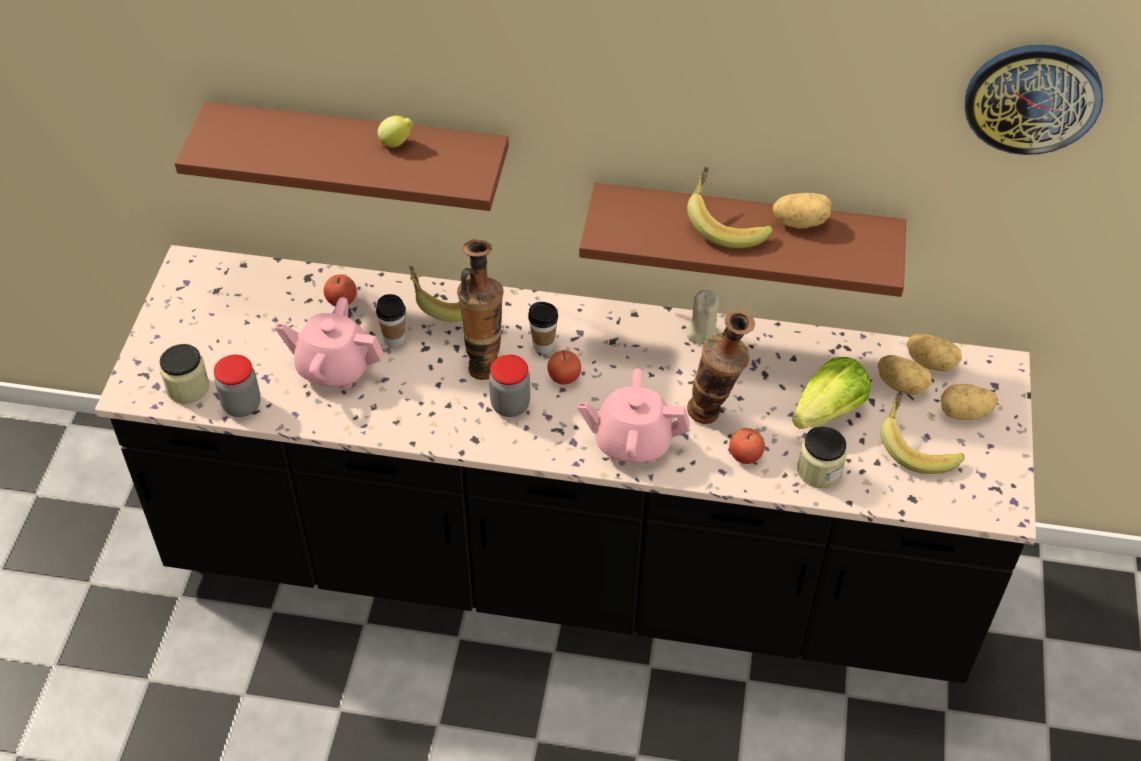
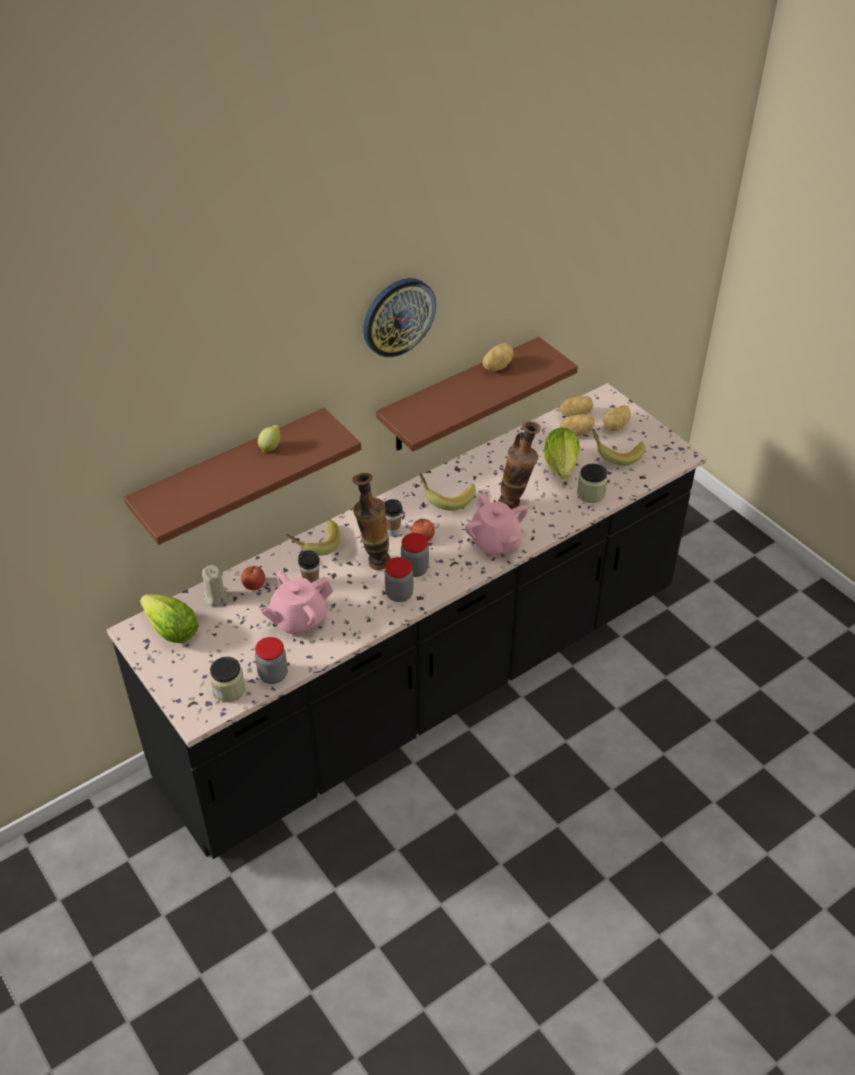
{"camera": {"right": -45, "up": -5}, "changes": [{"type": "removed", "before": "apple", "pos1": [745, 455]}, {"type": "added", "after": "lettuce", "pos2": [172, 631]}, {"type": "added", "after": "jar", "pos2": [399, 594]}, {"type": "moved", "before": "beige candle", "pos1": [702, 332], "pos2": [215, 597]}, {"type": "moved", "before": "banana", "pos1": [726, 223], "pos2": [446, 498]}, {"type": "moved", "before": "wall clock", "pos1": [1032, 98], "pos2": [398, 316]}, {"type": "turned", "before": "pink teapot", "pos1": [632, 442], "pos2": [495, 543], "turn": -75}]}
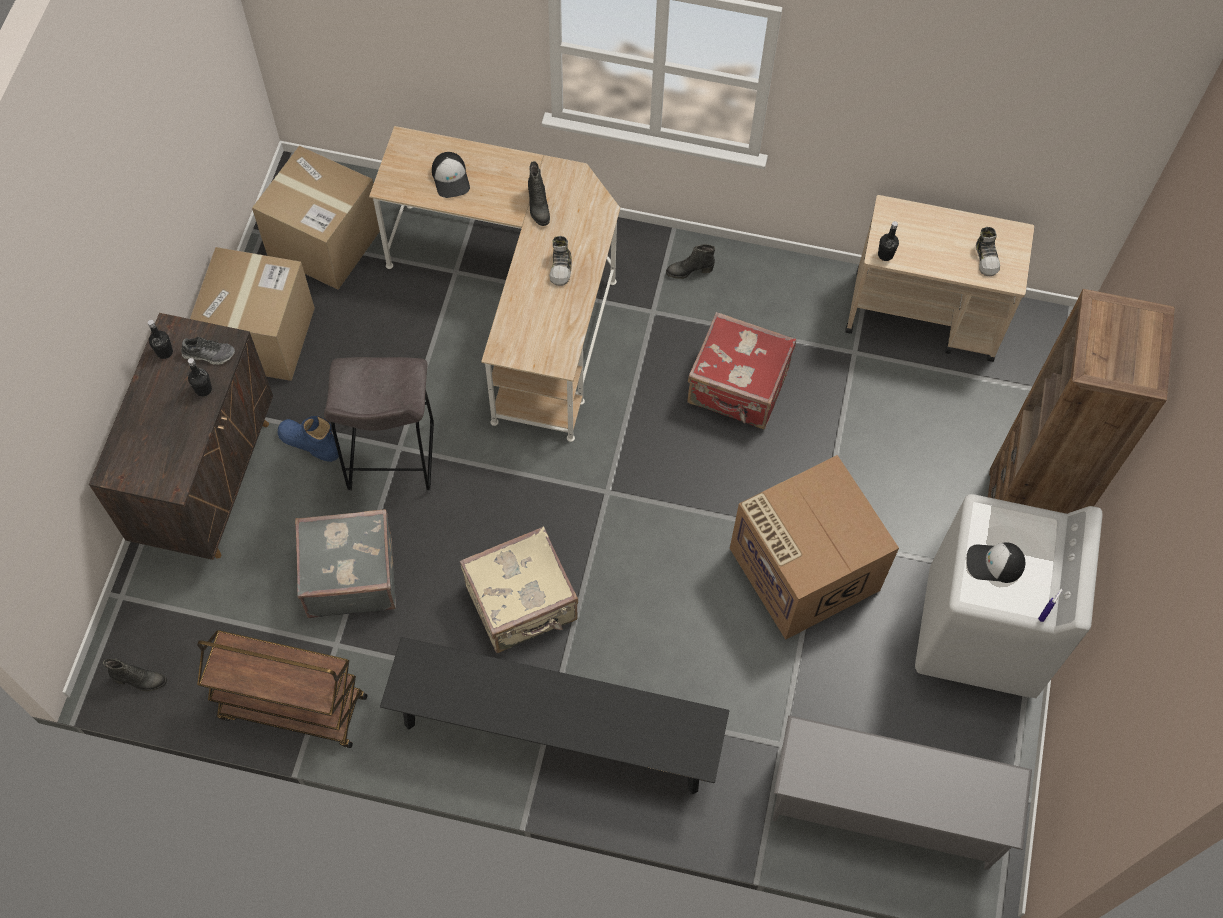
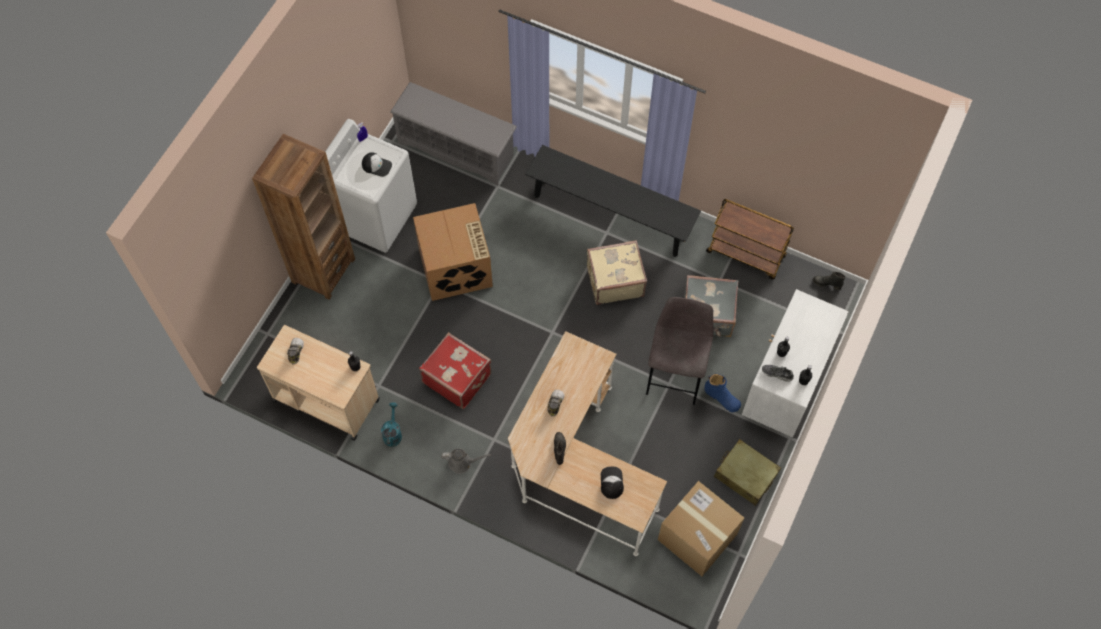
{"camera": {"right": -165, "up": 0}, "changes": [{"type": "added", "after": "turquoise watering can", "pos2": [392, 433]}, {"type": "replaced", "before": "cardboard box", "after": "beige suitcase", "pos1": [261, 336], "pos2": [745, 475]}, {"type": "replaced", "before": "black boot", "after": "grey watering can", "pos1": [689, 271], "pos2": [462, 463]}, {"type": "recoloured", "before": "brown cabinet", "after": "white cabinet", "pos1": [208, 479], "pos2": [784, 388]}]}
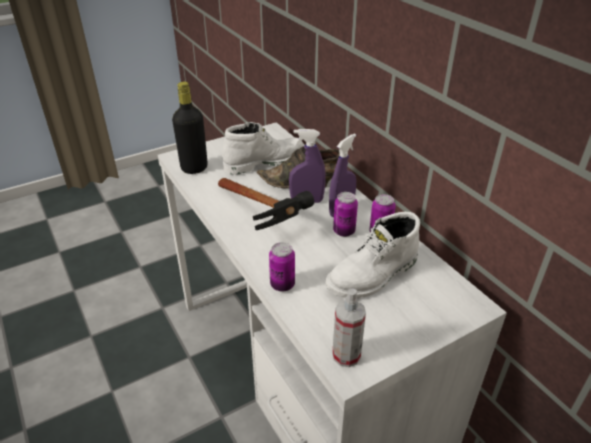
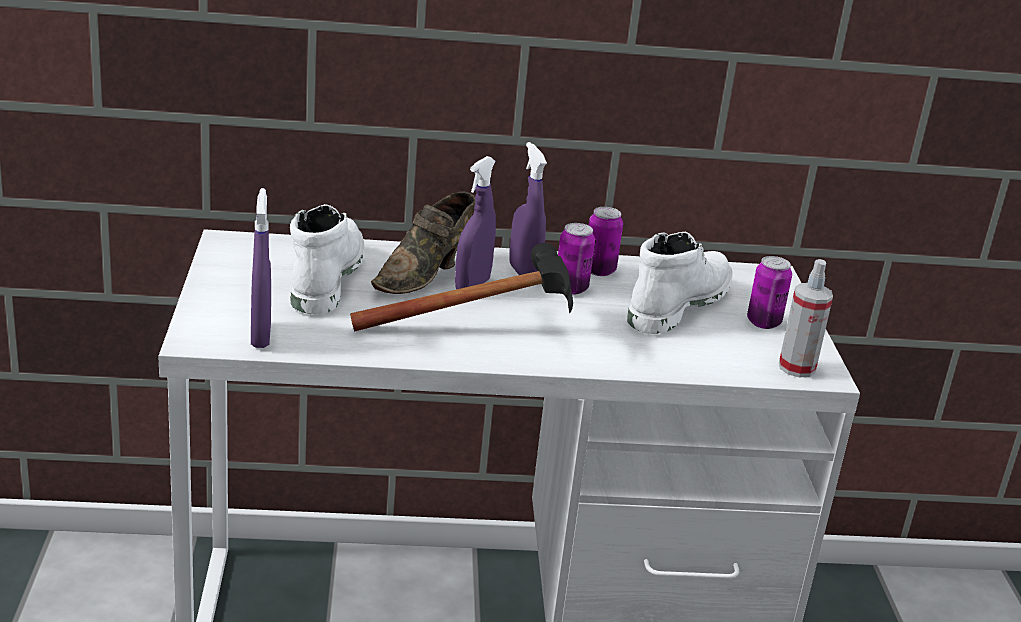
{"camera": {"right": -65, "up": -10}, "changes": [{"type": "moved", "before": "can", "pos1": [282, 285], "pos2": [763, 322]}, {"type": "replaced", "before": "black bottle", "after": "purple spray bottle", "pos1": [194, 168], "pos2": [261, 335]}, {"type": "turned", "before": "white boot", "pos1": [374, 275], "pos2": [676, 304], "turn": -135}]}
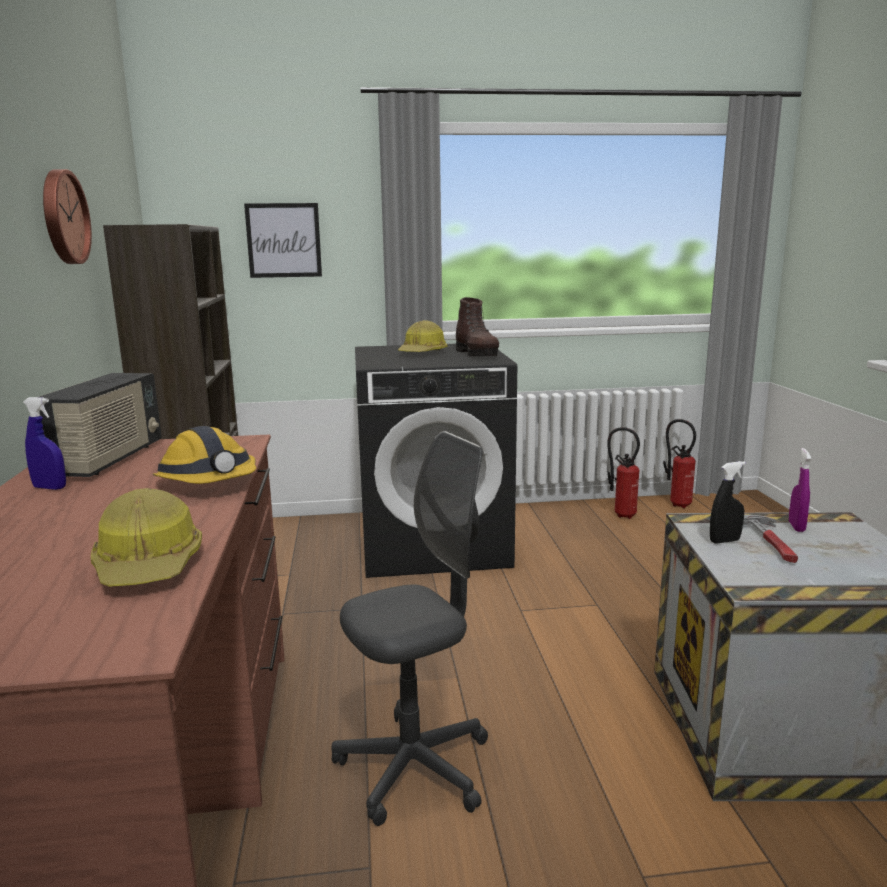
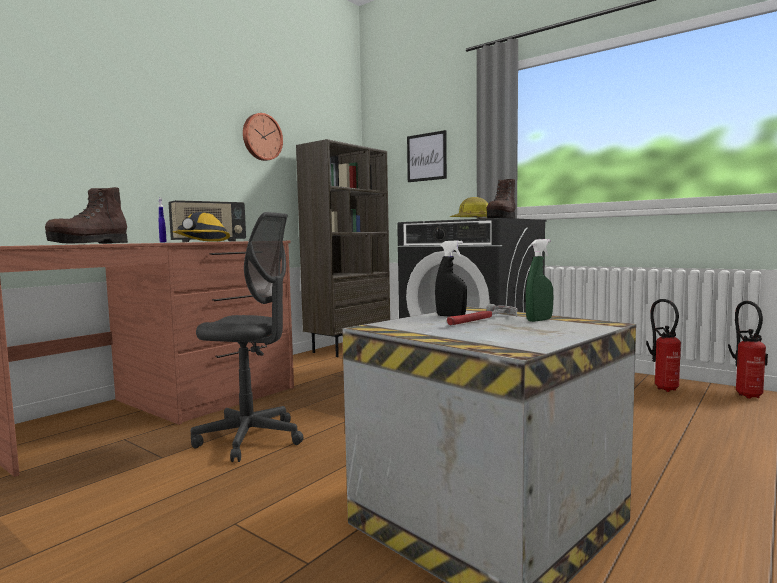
{"camera": {"right": 45, "up": -10}, "changes": [{"type": "replaced", "before": "hard hat", "after": "brown boot", "pos1": [149, 565], "pos2": [89, 243]}, {"type": "recoloured", "before": "purple spray bottle", "after": "green spray bottle", "pos1": [796, 527], "pos2": [539, 320]}]}
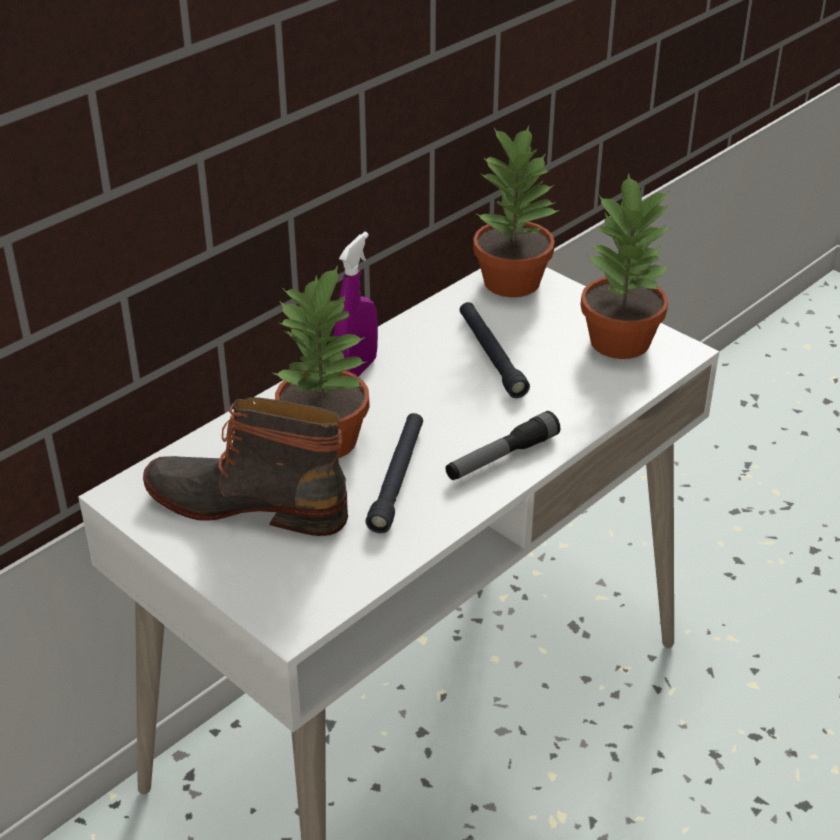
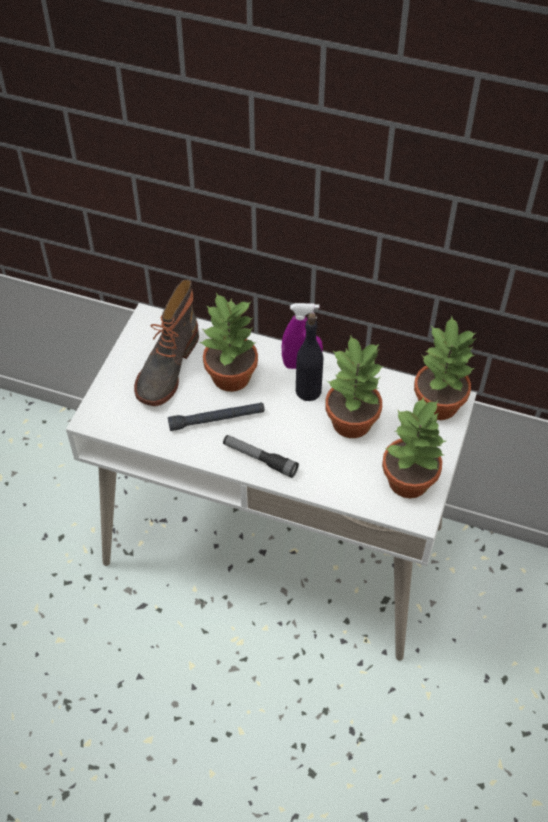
{"camera": {"right": 65, "up": 15}, "changes": [{"type": "added", "after": "black bottle", "pos2": [308, 390]}, {"type": "replaced", "before": "black flashlight", "after": "potted plant", "pos1": [491, 356], "pos2": [352, 421]}, {"type": "turned", "before": "boot", "pos1": [249, 502], "pos2": [166, 367], "turn": -150}]}
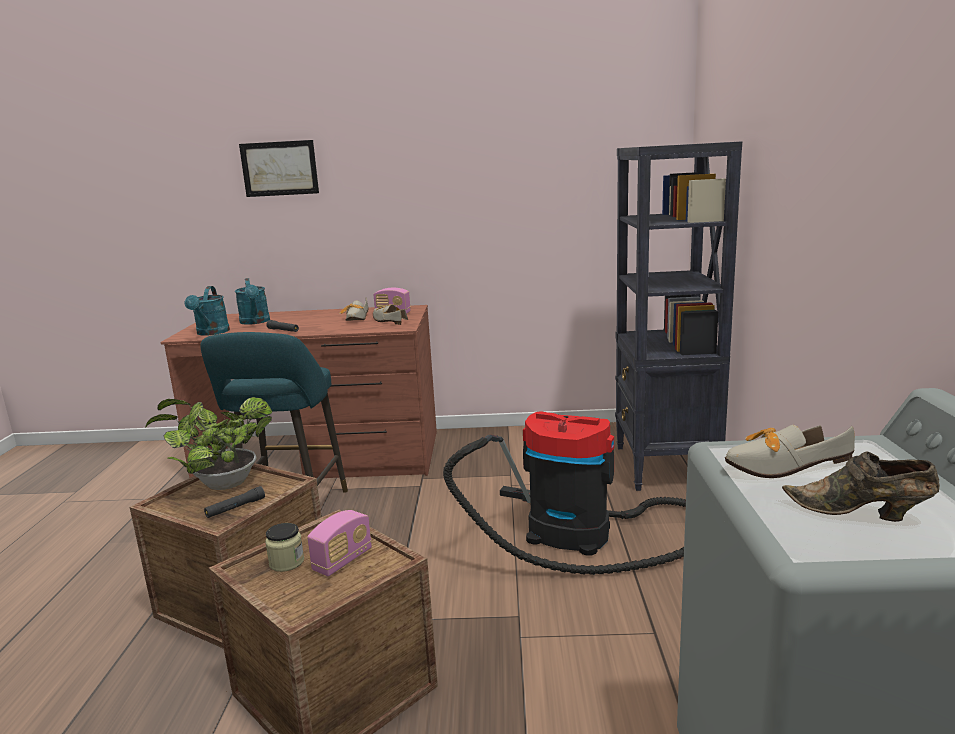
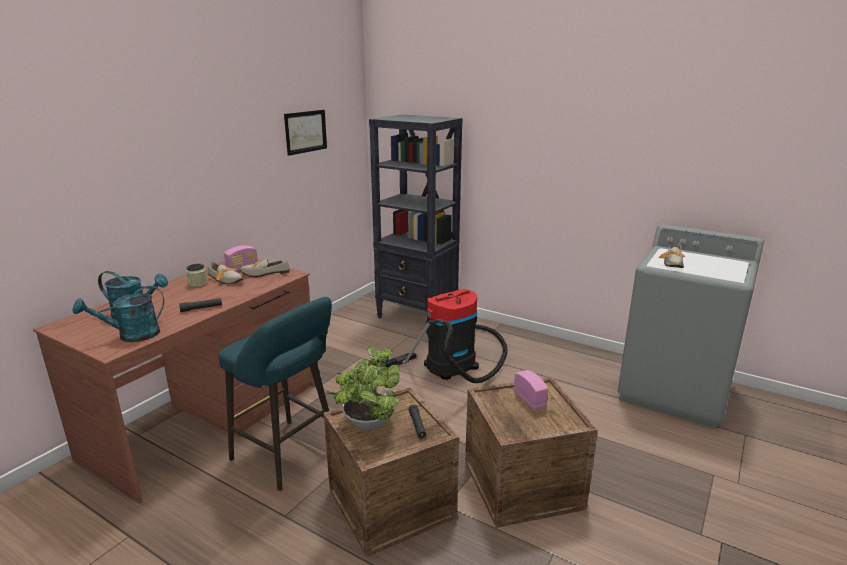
{"camera": {"right": -60, "up": 5}, "changes": [{"type": "removed", "before": "brown shoe", "pos1": [860, 513]}, {"type": "moved", "before": "picture", "pos1": [279, 168], "pos2": [305, 131]}, {"type": "moved", "before": "jar", "pos1": [286, 562], "pos2": [198, 284]}, {"type": "turned", "before": "turquoise watering can", "pos1": [211, 333], "pos2": [131, 336], "turn": 120}]}
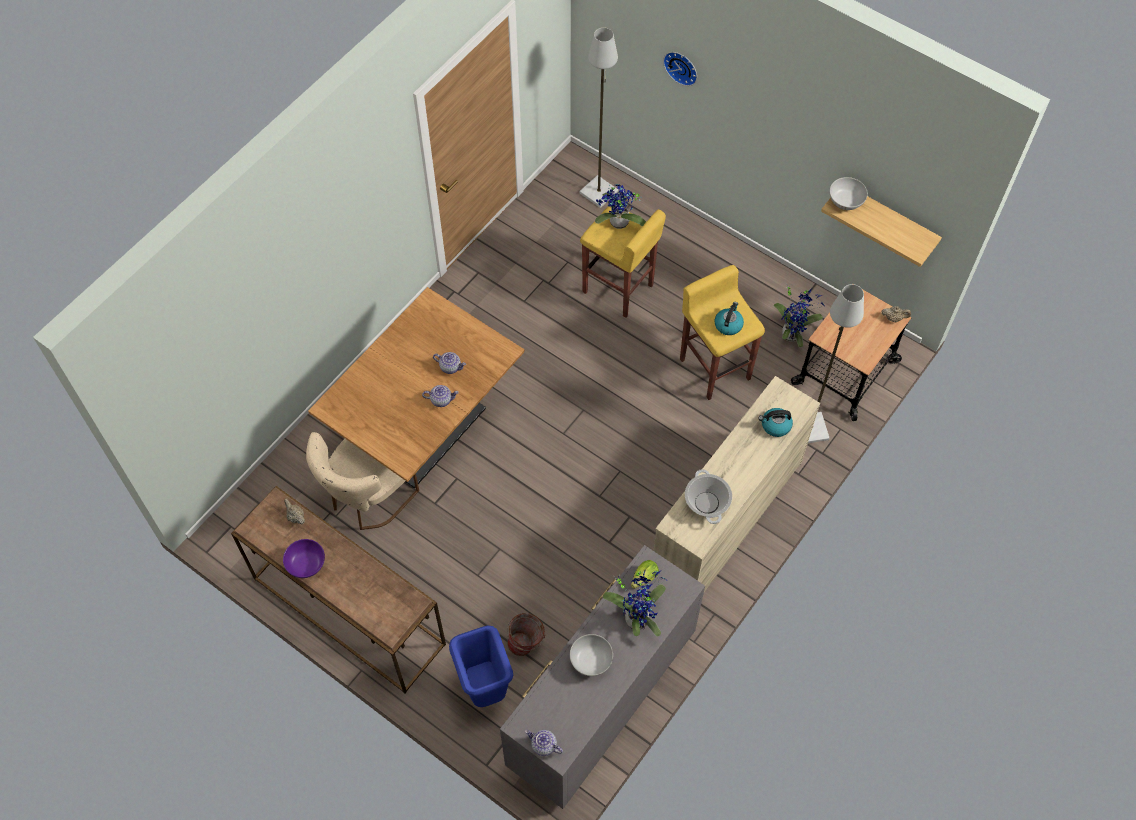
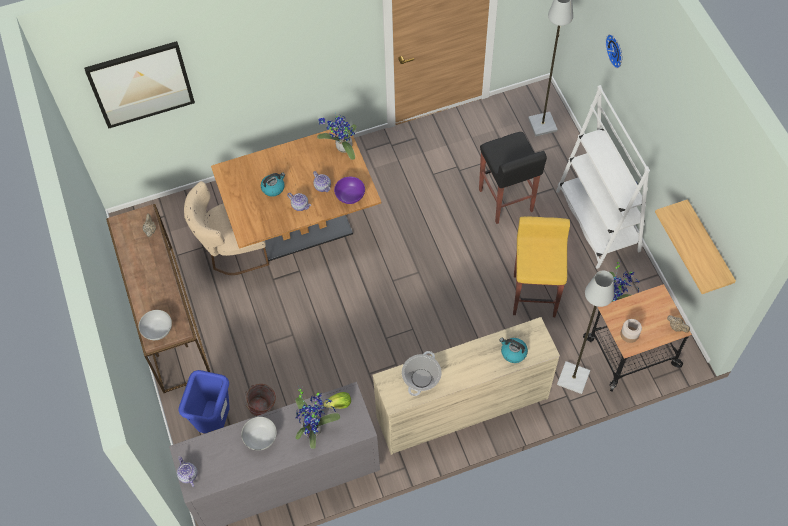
{"camera": {"right": 35, "up": 0}, "changes": [{"type": "added", "after": "picture", "pos2": [141, 84]}, {"type": "added", "after": "white bookcase", "pos2": [597, 221]}, {"type": "added", "after": "jar", "pos2": [629, 334]}, {"type": "moved", "before": "purple bowl", "pos1": [306, 565], "pos2": [350, 197]}, {"type": "moved", "before": "potted plant", "pos1": [618, 224], "pos2": [342, 147]}, {"type": "moved", "before": "kettle", "pos1": [728, 324], "pos2": [273, 188]}, {"type": "moved", "before": "white bowl", "pos1": [845, 202], "pos2": [158, 330]}, {"type": "recoloured", "before": "yellow stool", "after": "black stool", "pos1": [618, 290], "pos2": [505, 201]}]}
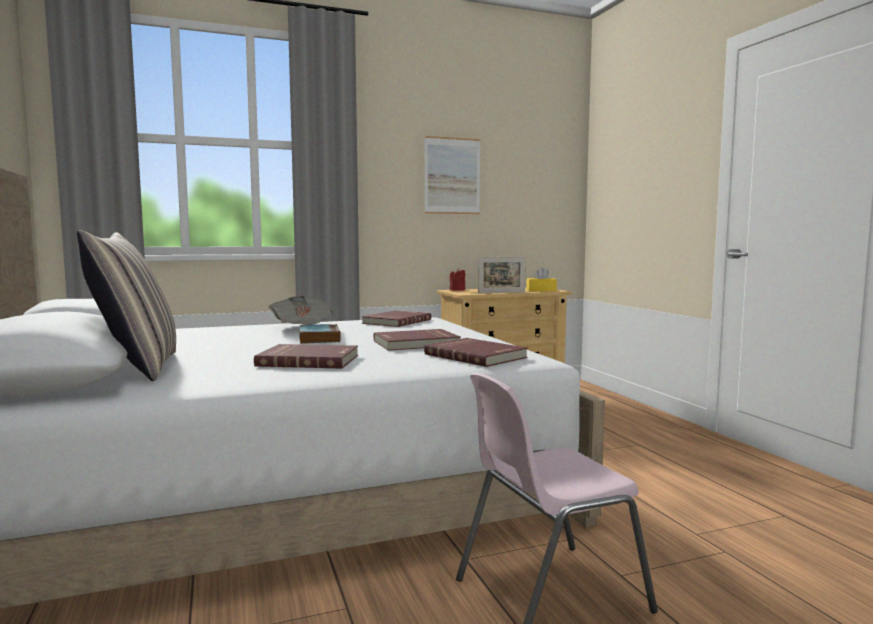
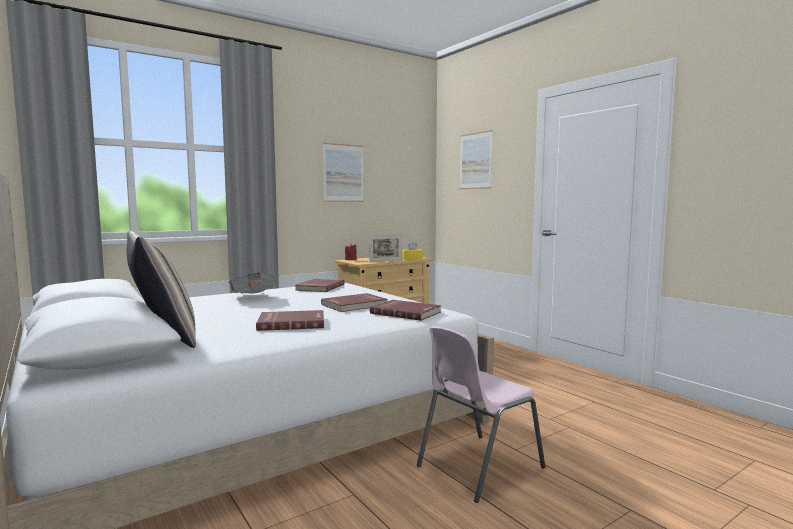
{"camera": {"right": -15, "up": 0}, "changes": [{"type": "removed", "before": "book", "pos1": [318, 338]}, {"type": "added", "after": "picture", "pos2": [475, 161]}]}
